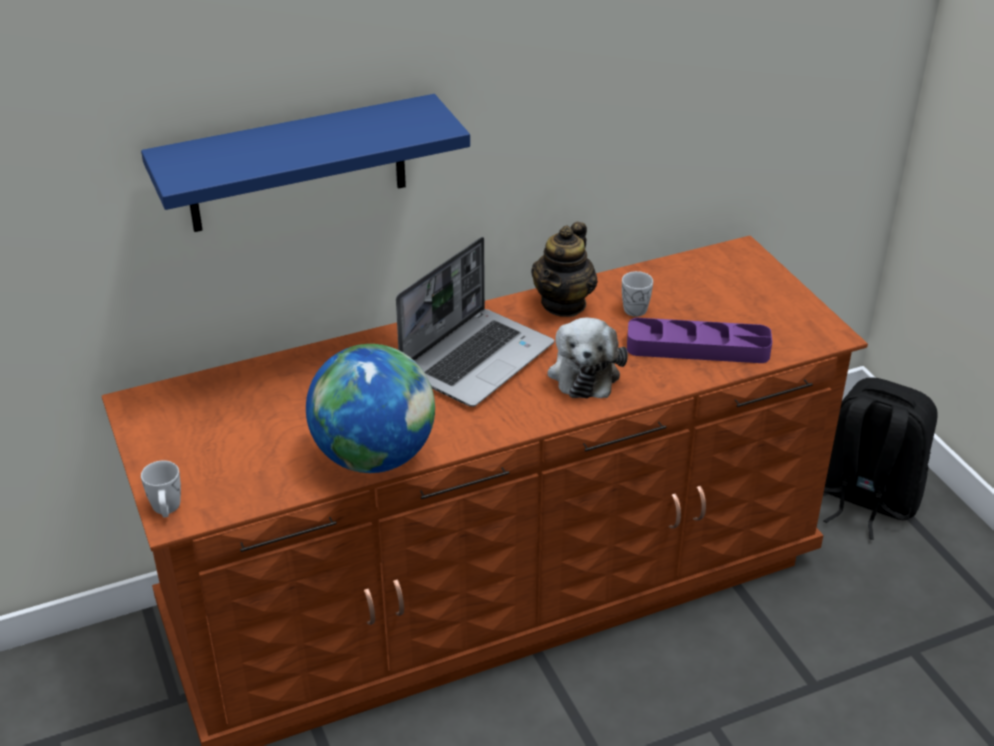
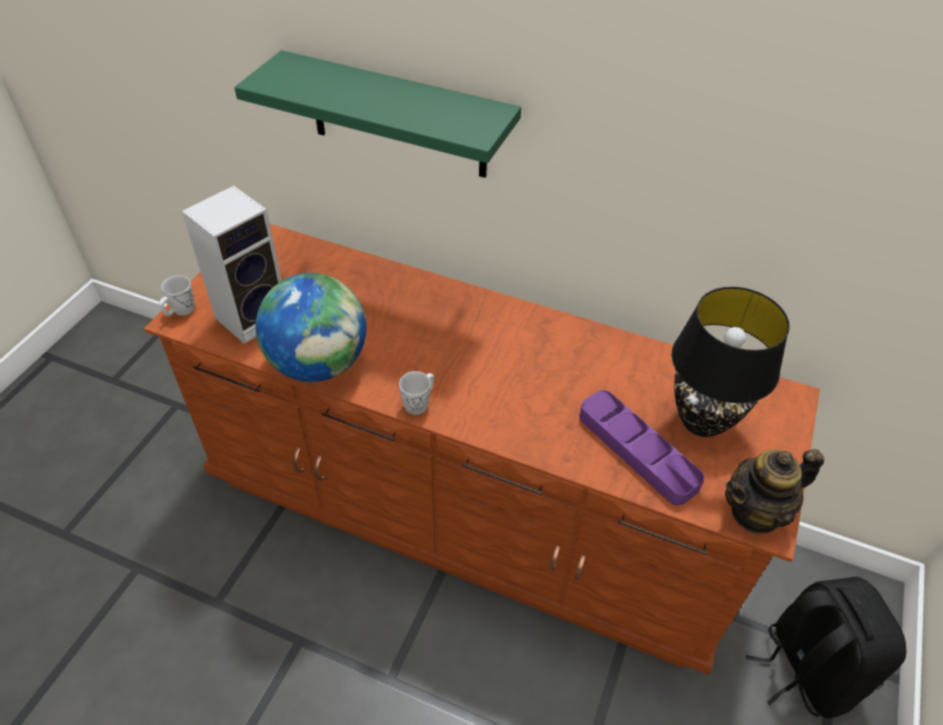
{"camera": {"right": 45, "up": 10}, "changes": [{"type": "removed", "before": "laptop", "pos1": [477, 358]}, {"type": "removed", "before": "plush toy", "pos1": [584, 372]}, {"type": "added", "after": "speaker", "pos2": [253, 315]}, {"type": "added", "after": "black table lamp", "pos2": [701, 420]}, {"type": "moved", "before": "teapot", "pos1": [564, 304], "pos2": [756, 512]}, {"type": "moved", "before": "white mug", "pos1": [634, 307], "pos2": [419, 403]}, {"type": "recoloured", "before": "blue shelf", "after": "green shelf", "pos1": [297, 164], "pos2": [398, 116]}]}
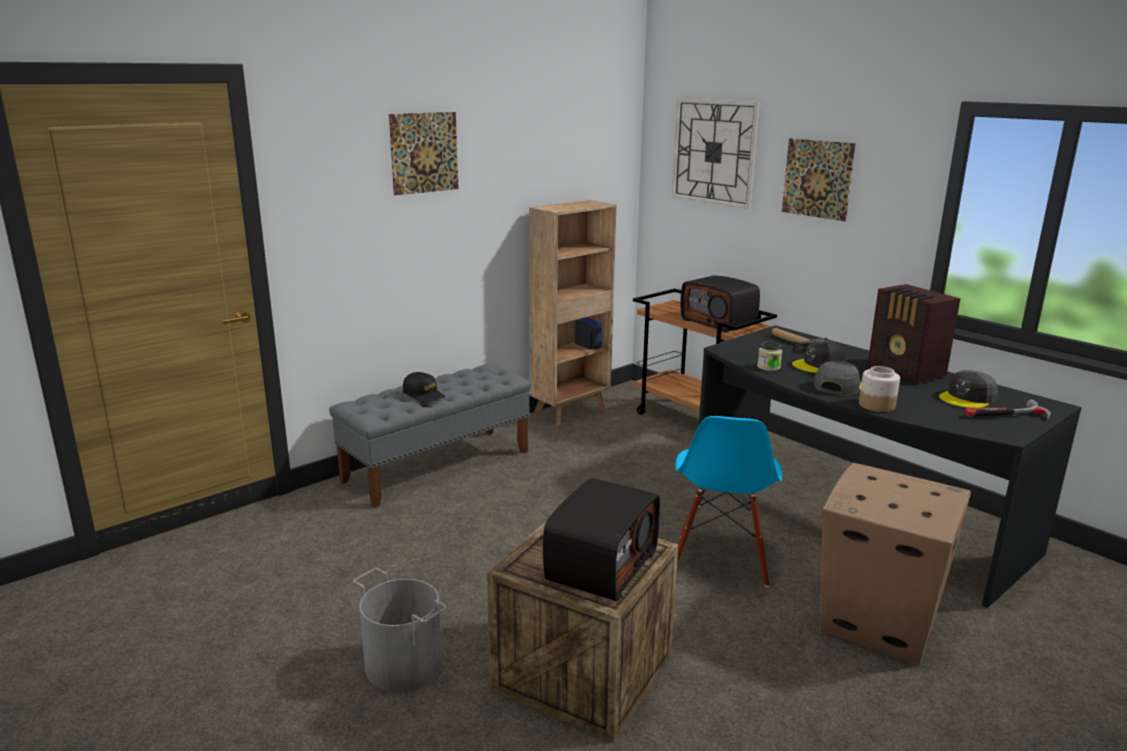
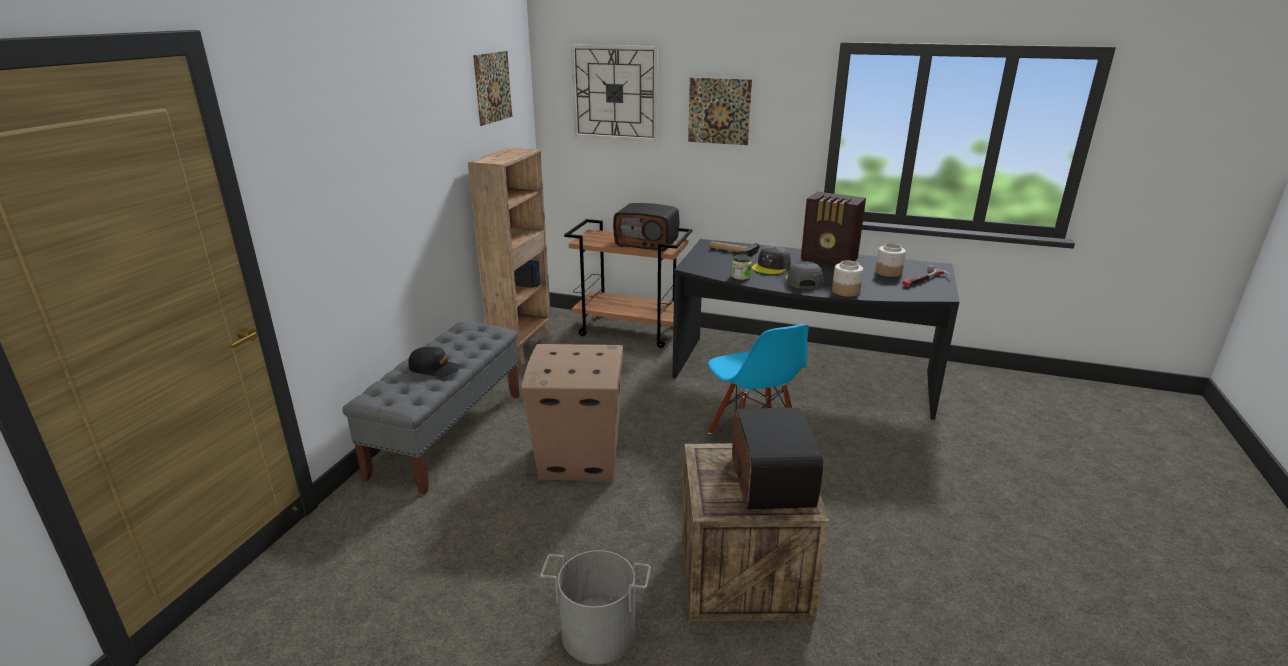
{"camera": {"right": -30, "up": 5}, "changes": [{"type": "moved", "before": "picture", "pos1": [424, 153], "pos2": [493, 87]}, {"type": "moved", "before": "cardboard box", "pos1": [876, 621], "pos2": [577, 458]}, {"type": "replaced", "before": "grey cap", "after": "jar", "pos1": [968, 398], "pos2": [889, 272]}]}
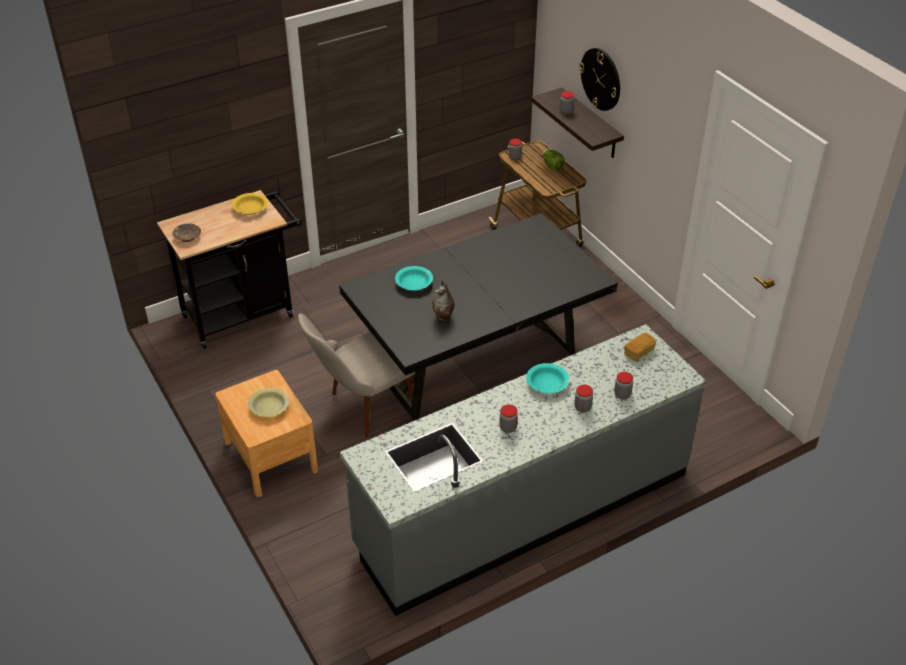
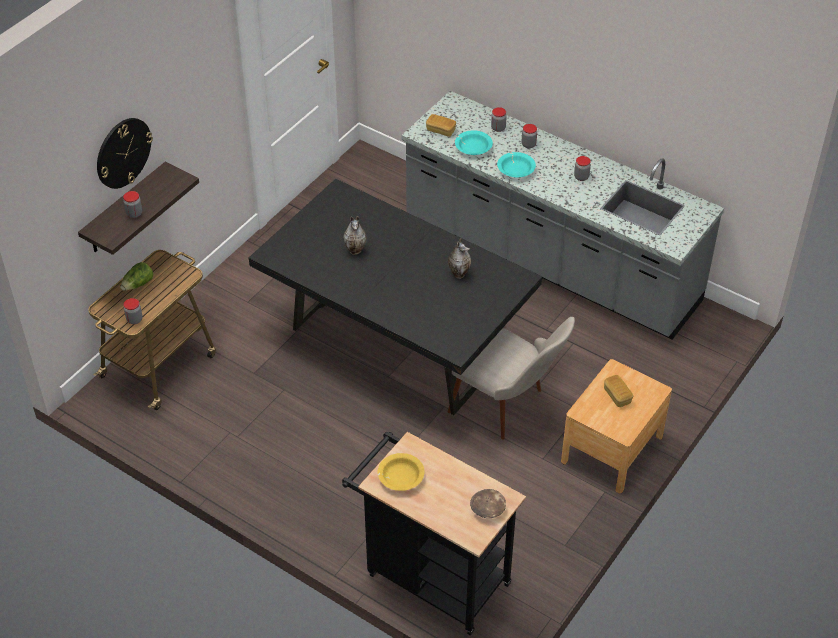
{"camera": {"right": -115, "up": 5}, "changes": [{"type": "added", "after": "vase", "pos2": [356, 250]}, {"type": "moved", "before": "turquoise bowl", "pos1": [414, 283], "pos2": [473, 148]}, {"type": "replaced", "before": "yellow bowl", "after": "bread", "pos1": [269, 407], "pos2": [617, 396]}]}
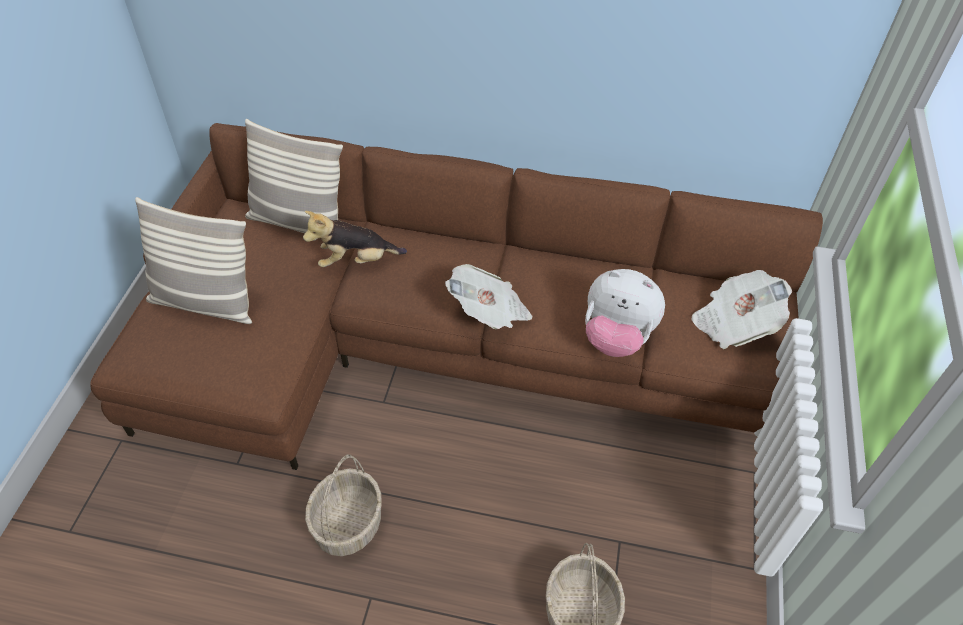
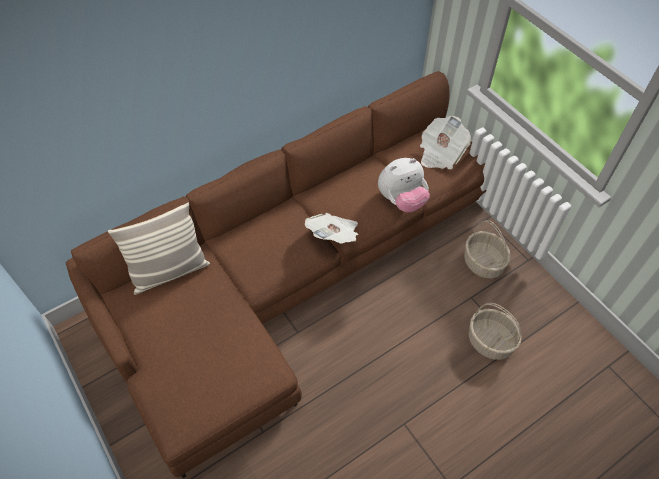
{"camera": {"right": -45, "up": 5}, "changes": [{"type": "removed", "before": "pillow", "pos1": [205, 302]}, {"type": "removed", "before": "plush toy", "pos1": [356, 261]}, {"type": "moved", "before": "basket", "pos1": [348, 525], "pos2": [483, 263]}]}
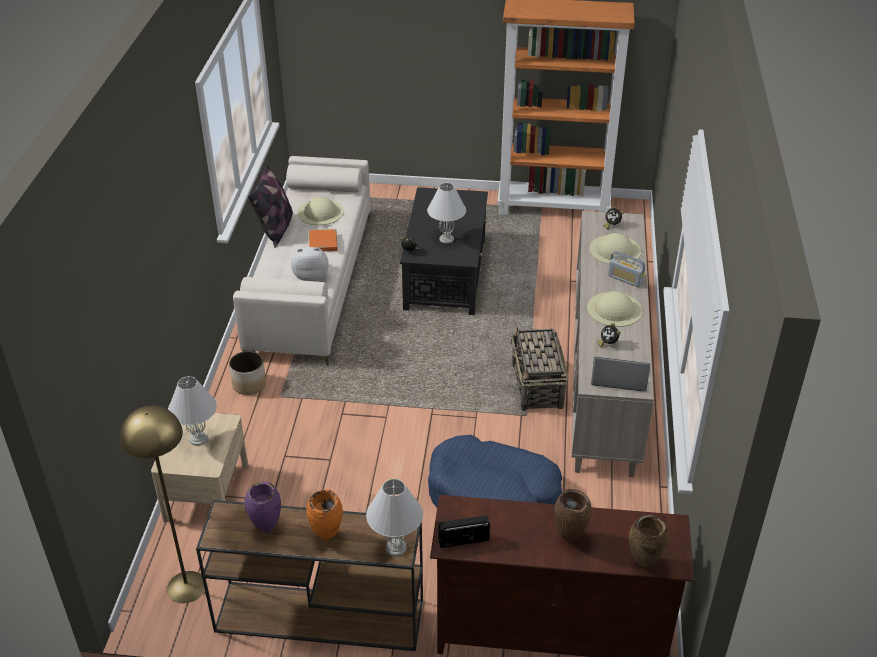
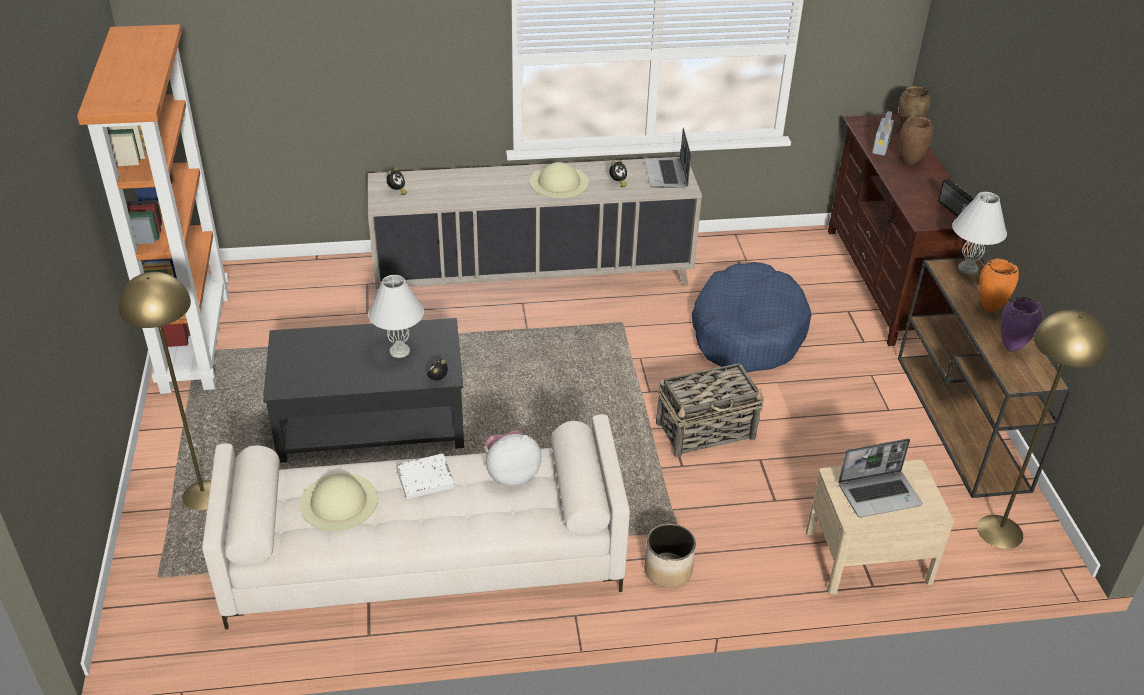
{"camera": {"right": -105, "up": 0}, "changes": [{"type": "removed", "before": "pillow", "pos1": [275, 229]}, {"type": "removed", "before": "beige hat", "pos1": [615, 250]}, {"type": "added", "after": "yellow floor lamp", "pos2": [204, 496]}, {"type": "moved", "before": "basket", "pos1": [537, 387], "pos2": [706, 430]}, {"type": "moved", "before": "radio", "pos1": [625, 279], "pos2": [881, 145]}, {"type": "replaced", "before": "white table lamp", "after": "laptop", "pos1": [198, 439], "pos2": [879, 494]}, {"type": "recoloured", "before": "orange book", "after": "white book", "pos1": [323, 243], "pos2": [425, 479]}, {"type": "turned", "before": "plush toy", "pos1": [311, 276], "pos2": [511, 475], "turn": 90}]}
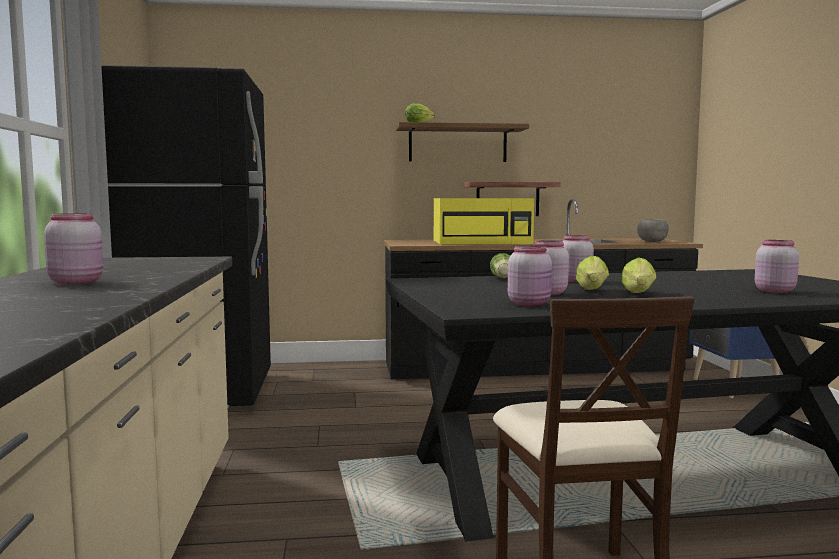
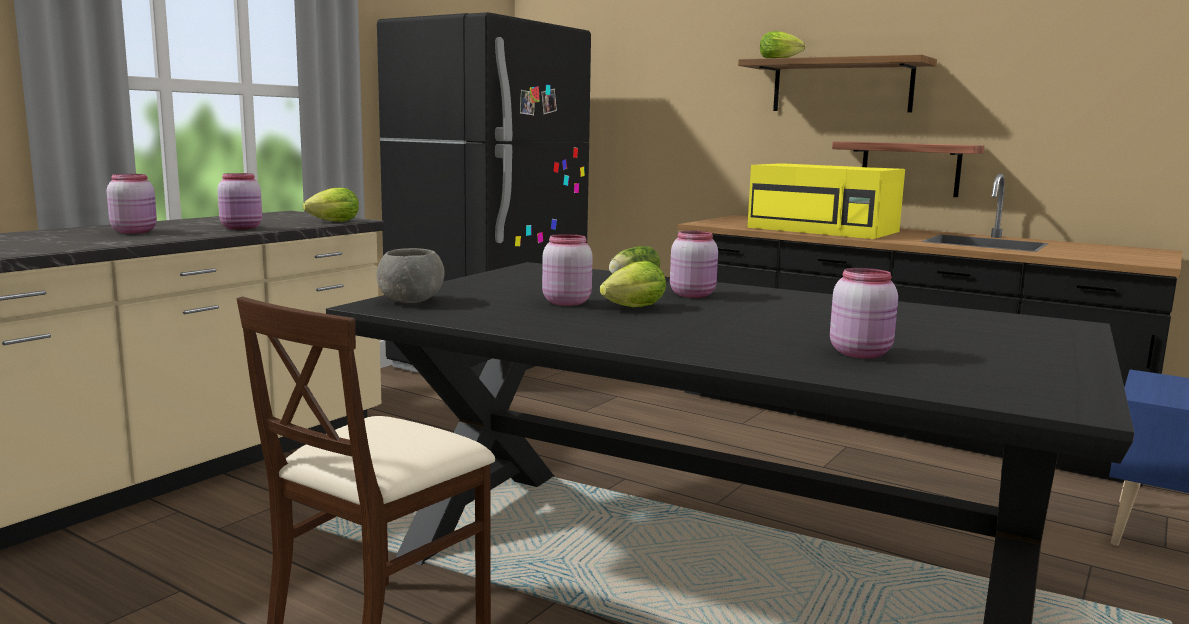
{"camera": {"right": 40, "up": 5}, "changes": [{"type": "moved", "before": "pink jar", "pos1": [530, 304], "pos2": [242, 228]}, {"type": "moved", "before": "lettuce", "pos1": [638, 294], "pos2": [331, 222]}, {"type": "moved", "before": "grey bowl", "pos1": [652, 241], "pos2": [412, 301]}]}
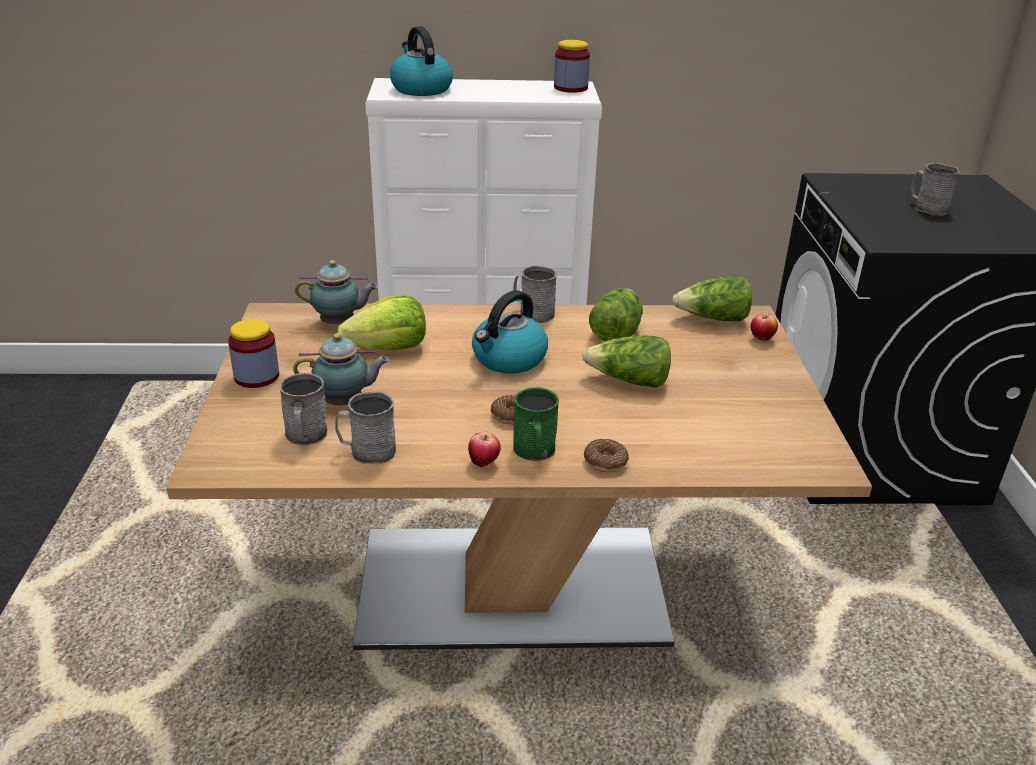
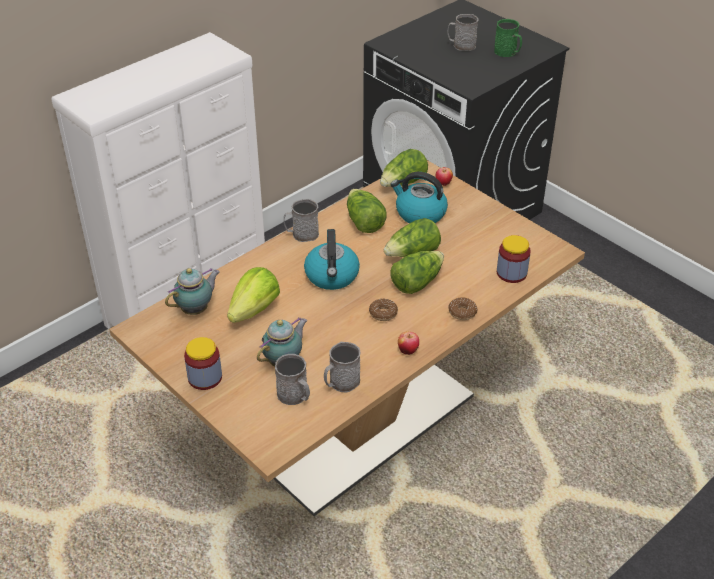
{"camera": {"right": -40, "up": 10}, "changes": [{"type": "added", "after": "lettuce", "pos2": [416, 282]}, {"type": "moved", "before": "kettle", "pos1": [421, 89], "pos2": [419, 213]}, {"type": "moved", "before": "green mug", "pos1": [535, 452], "pos2": [507, 52]}, {"type": "moved", "before": "jar", "pos1": [570, 88], "pos2": [511, 273]}]}
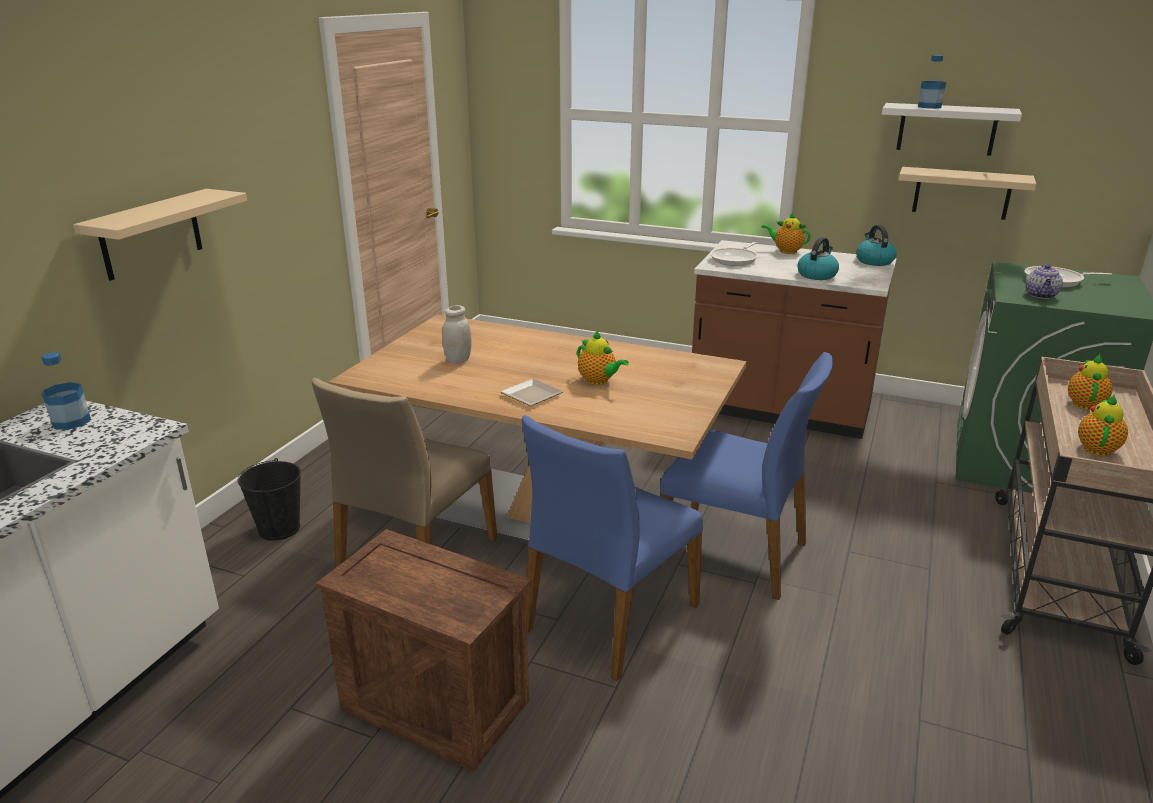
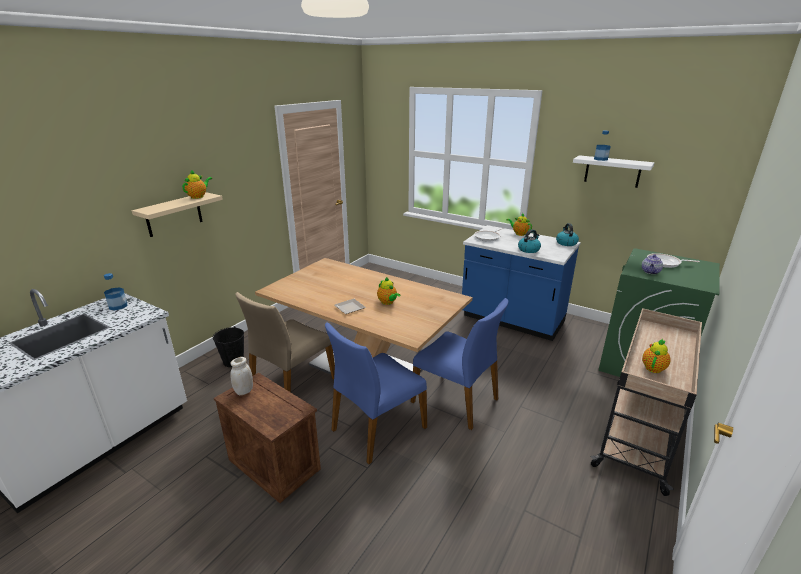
{"camera": {"right": 10, "up": 0}, "changes": [{"type": "removed", "before": "beige shelf", "pos1": [962, 193]}, {"type": "moved", "before": "white jar", "pos1": [458, 360], "pos2": [244, 391]}, {"type": "moved", "before": "teapot", "pos1": [1084, 403], "pos2": [198, 196]}, {"type": "recoloured", "before": "brown counter", "after": "blue counter", "pos1": [780, 411], "pos2": [512, 320]}]}
